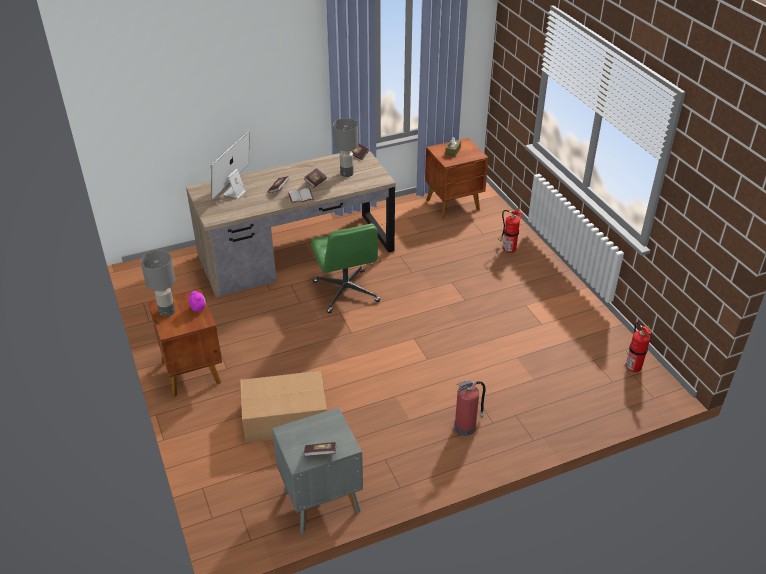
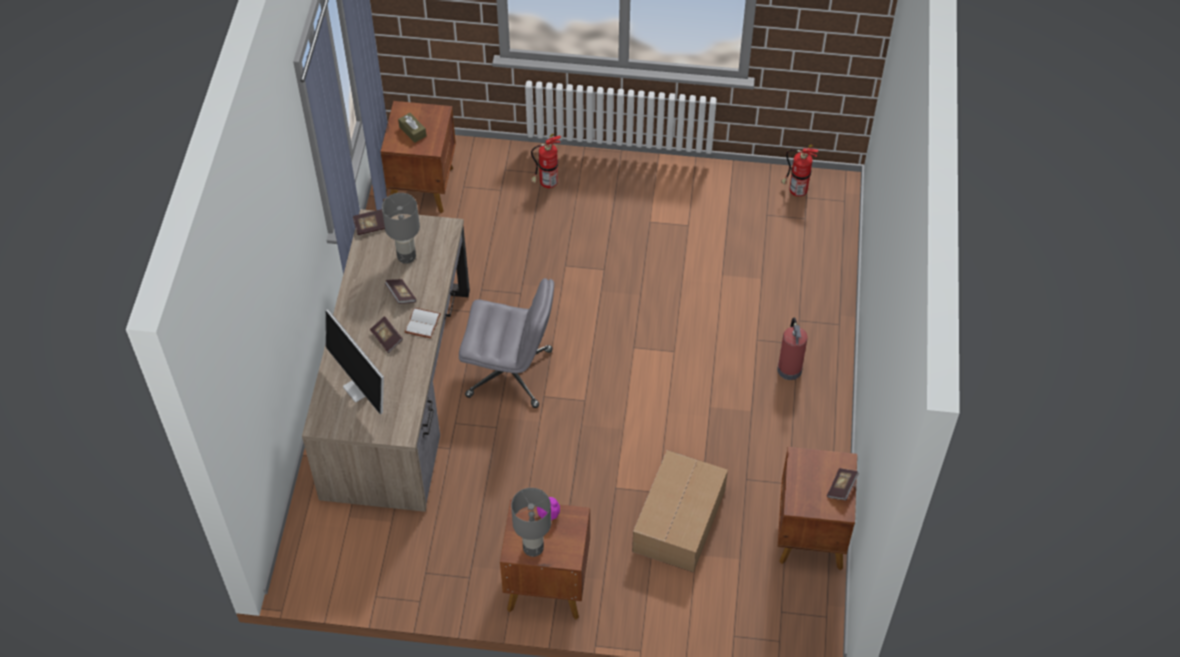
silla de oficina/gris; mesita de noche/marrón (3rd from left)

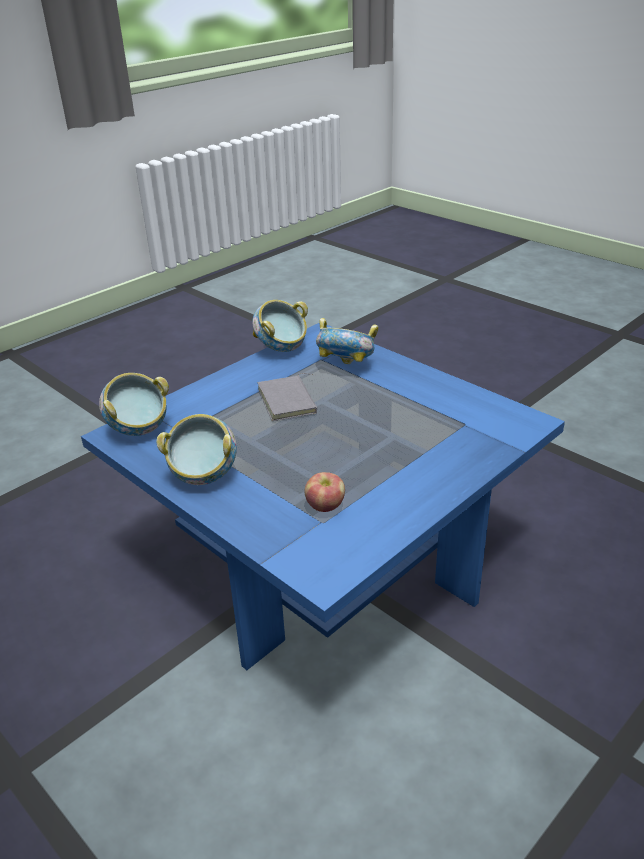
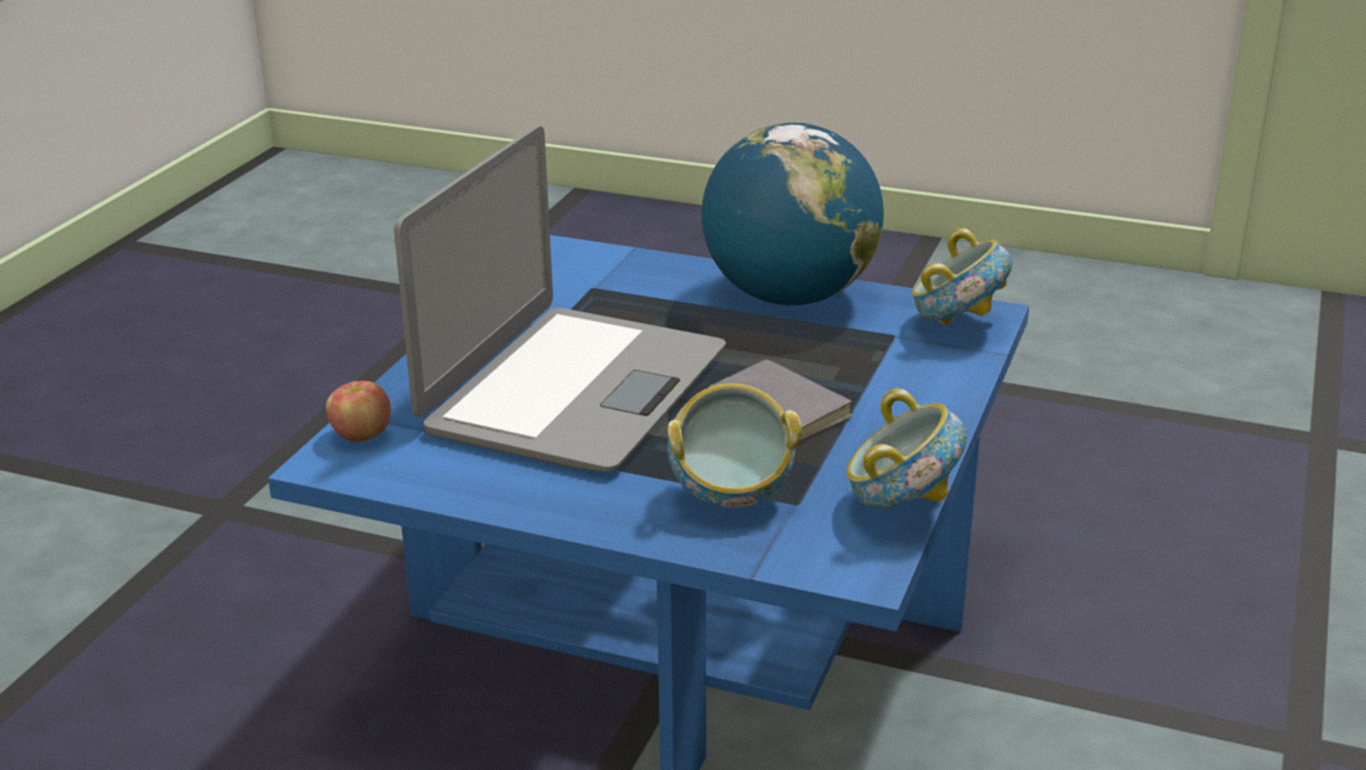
manzana; portátil; globo terráqueo

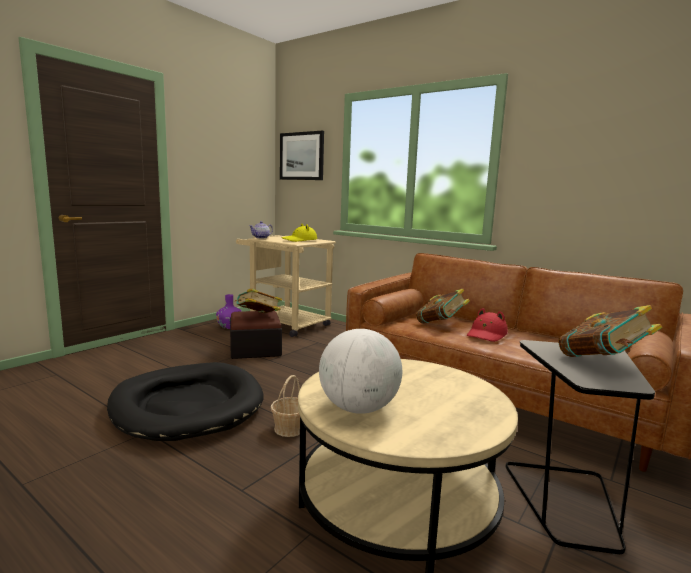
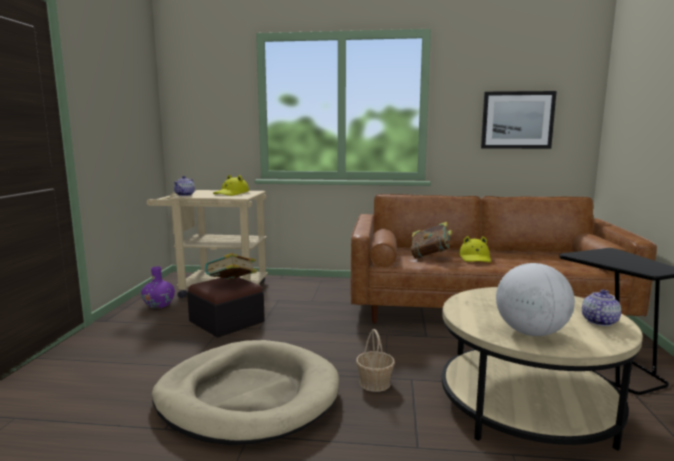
cama para perro/beis; sombrero/amarillo (2nd from left); cuadro; tetera (2nd from left); libro (3rd from left in the first image)

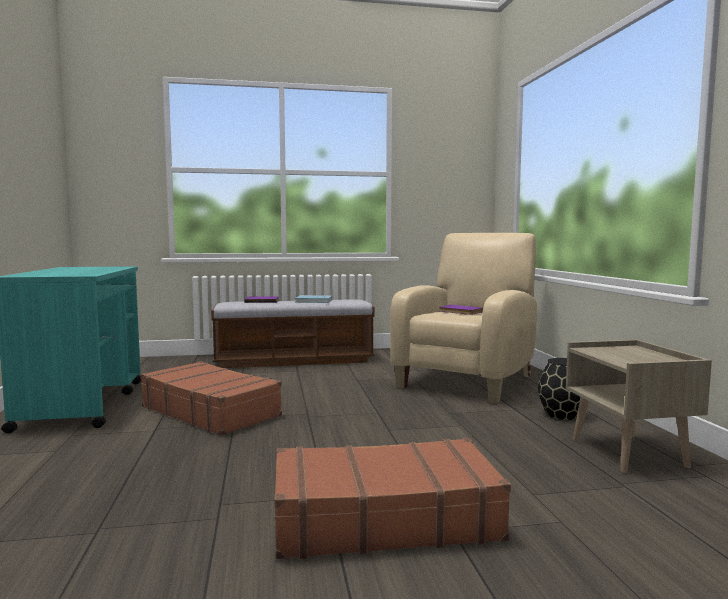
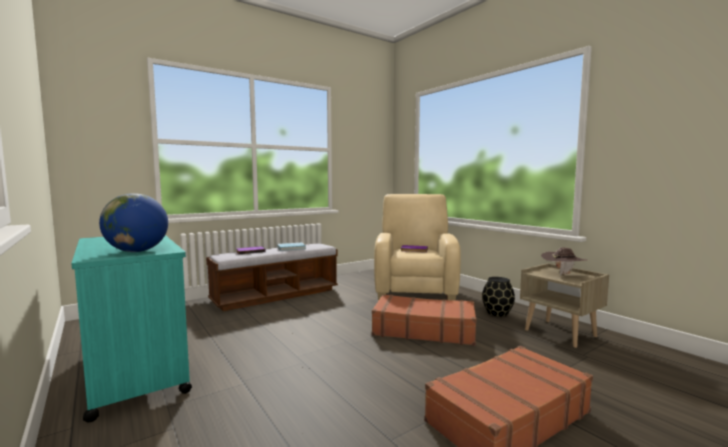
globo terráqueo; maleta/marrón (1st from left); sombrero/marrón

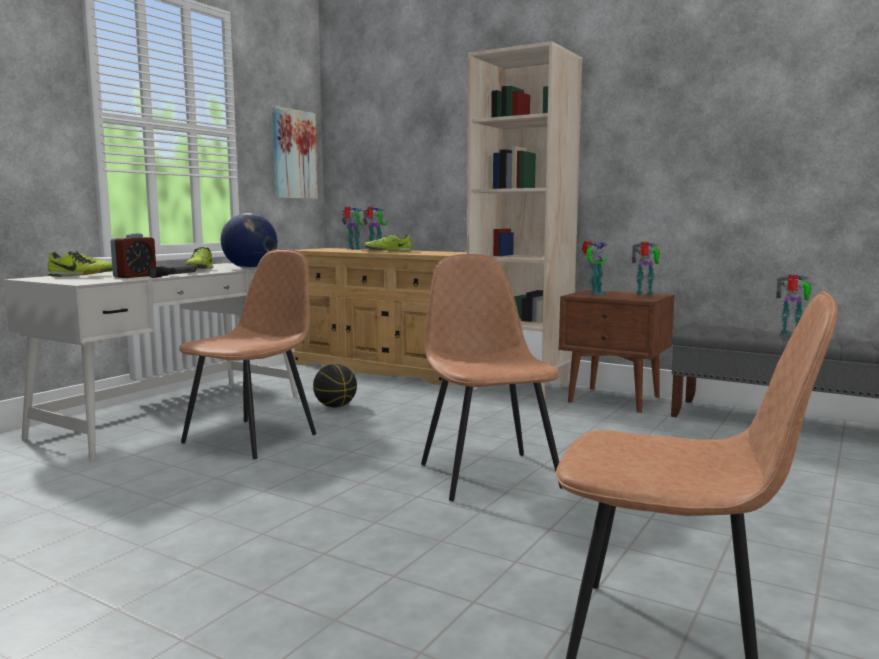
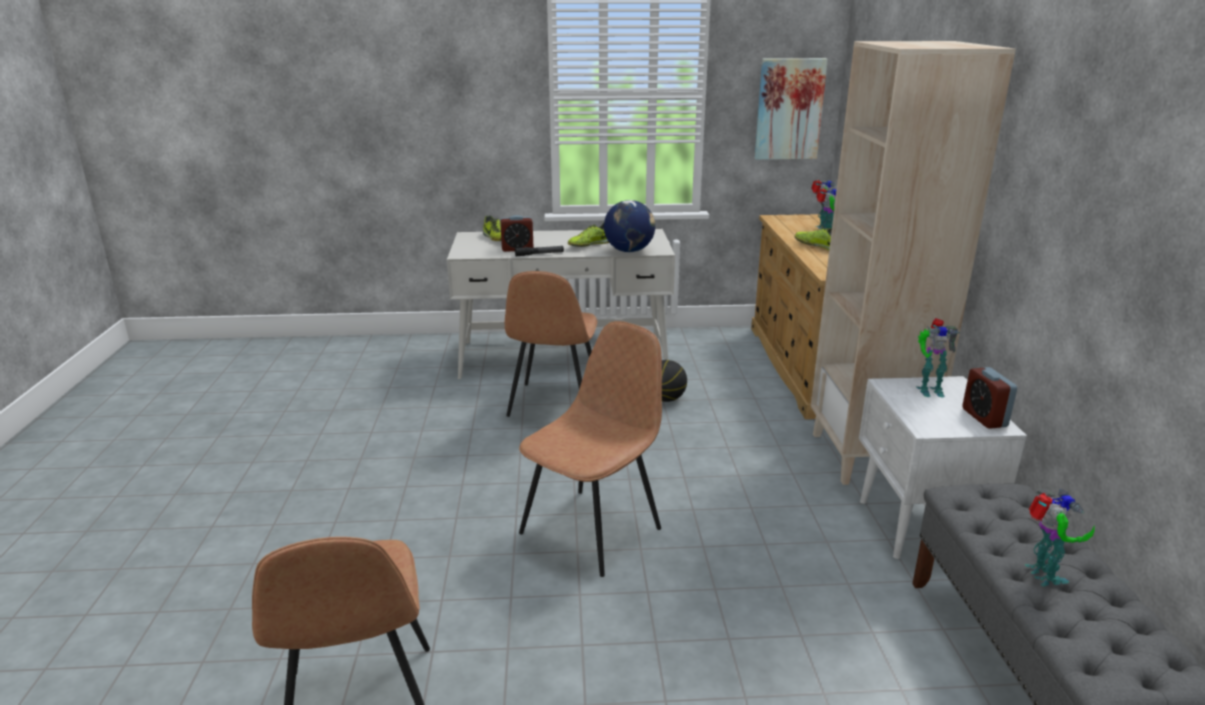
silla/marrón (2nd from left); mesita de noche/blanco; despertador (2nd from left)

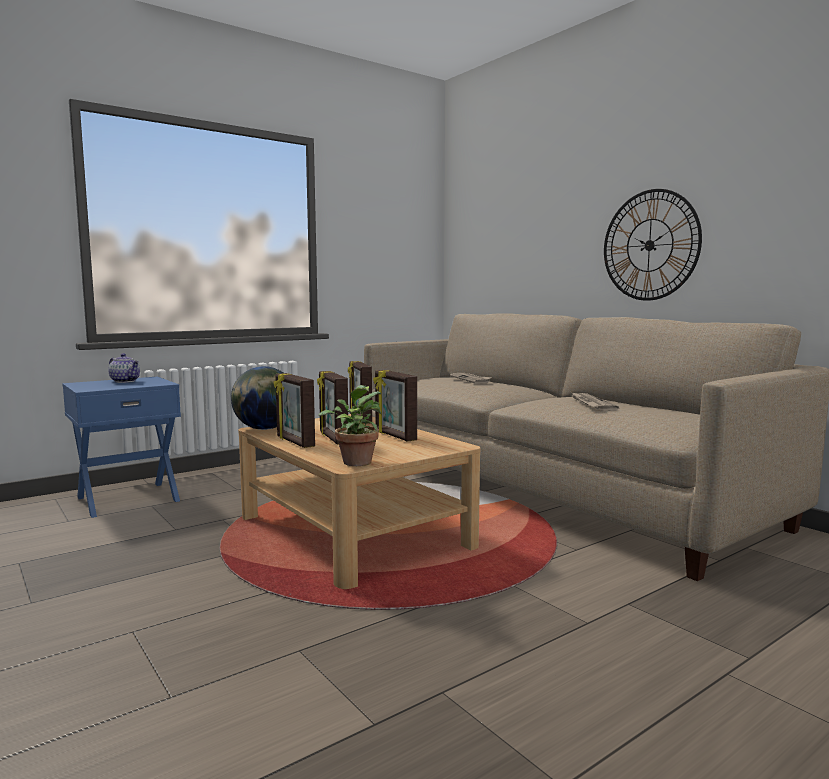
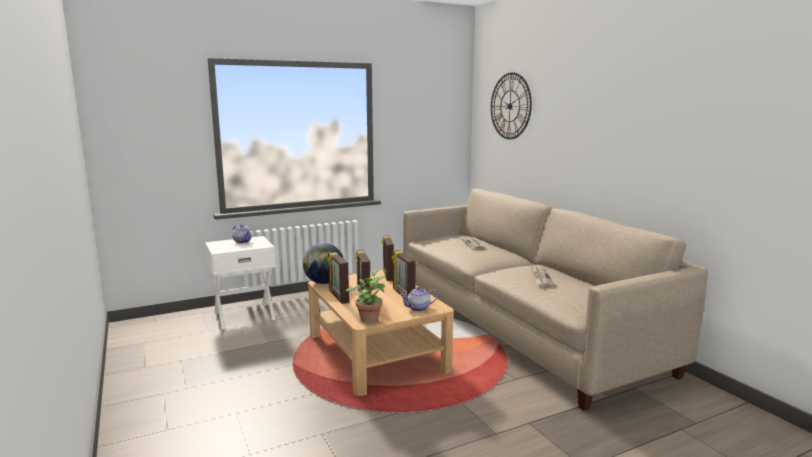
mesita de noche/blanco; tetera (2nd from left); reloj de pared

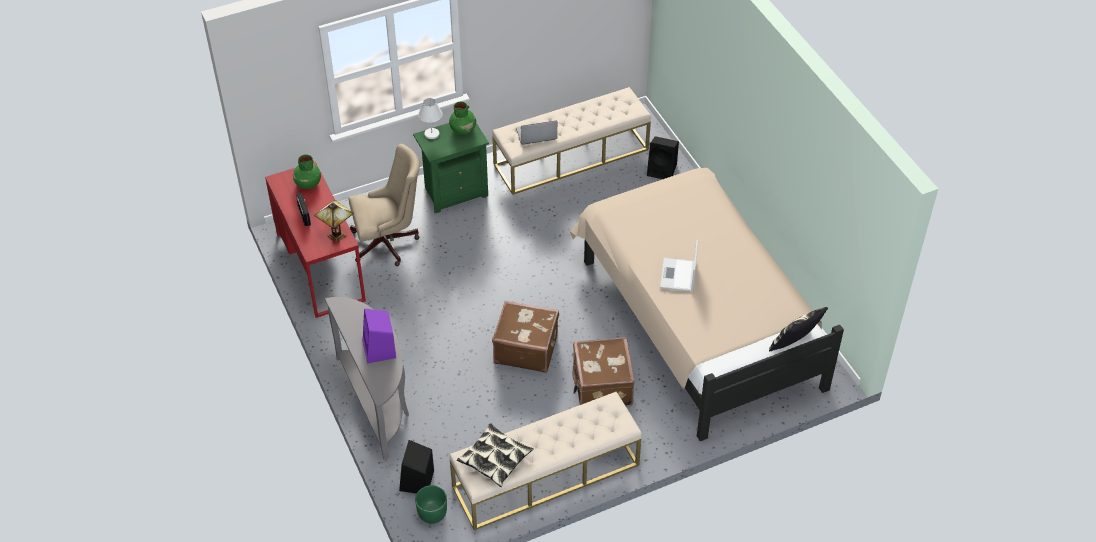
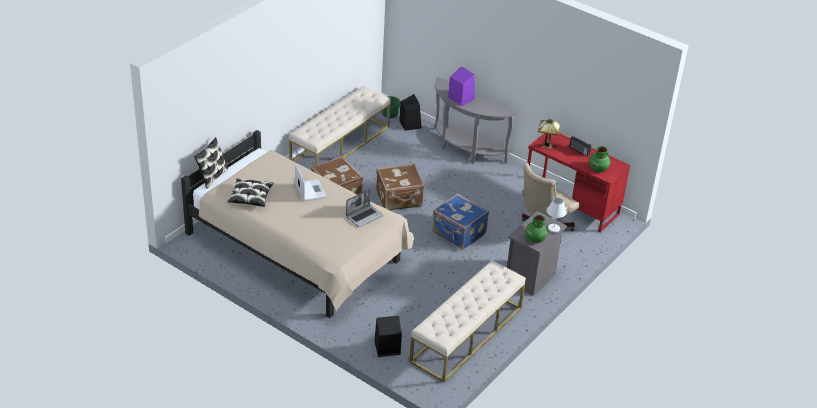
cojín (2nd from left); portátil (2nd from left); maleta/azul; mesita de noche/gris

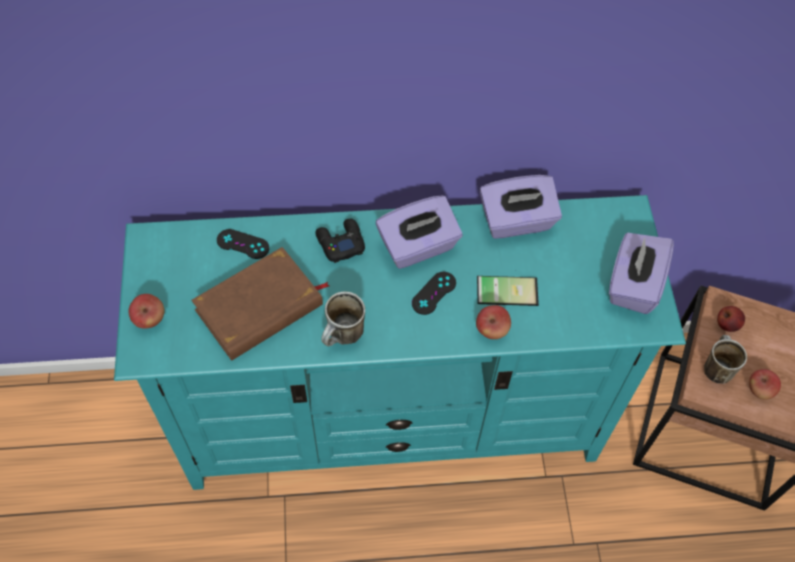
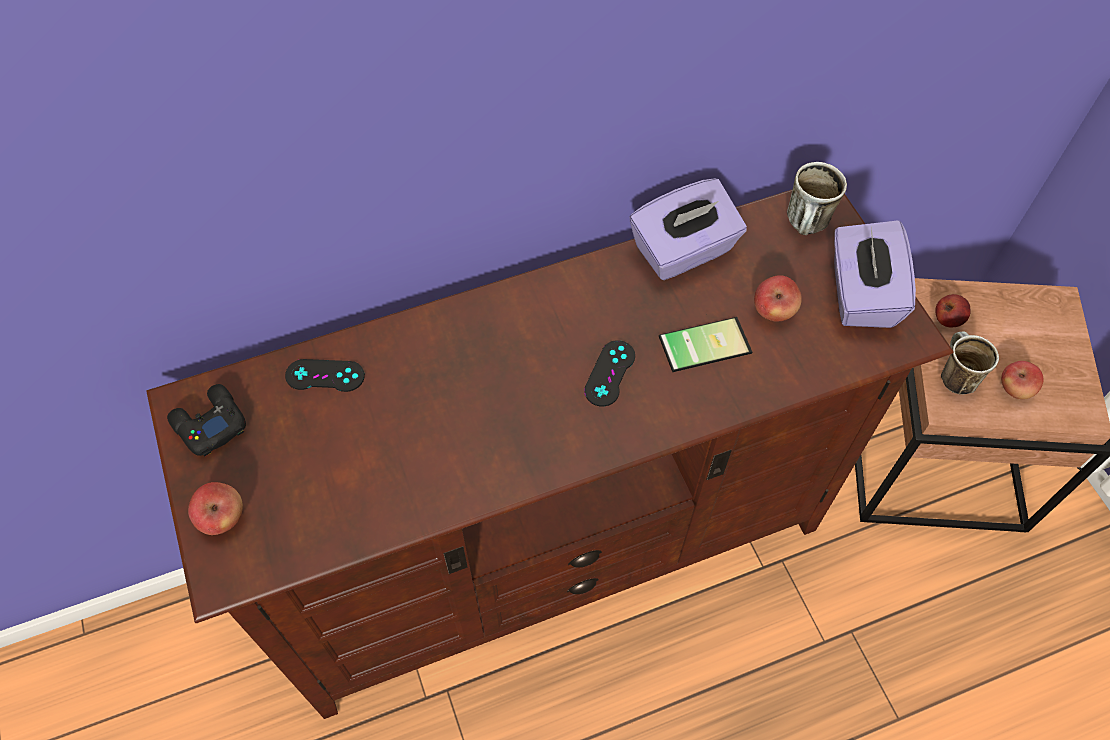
mueble de televisión/marrón; mando de consola/negro (1st from left); manzana (2nd from left); taza grande (1st from left); libro/marrón; caja de pañuelos/morado (1st from left in the first image)

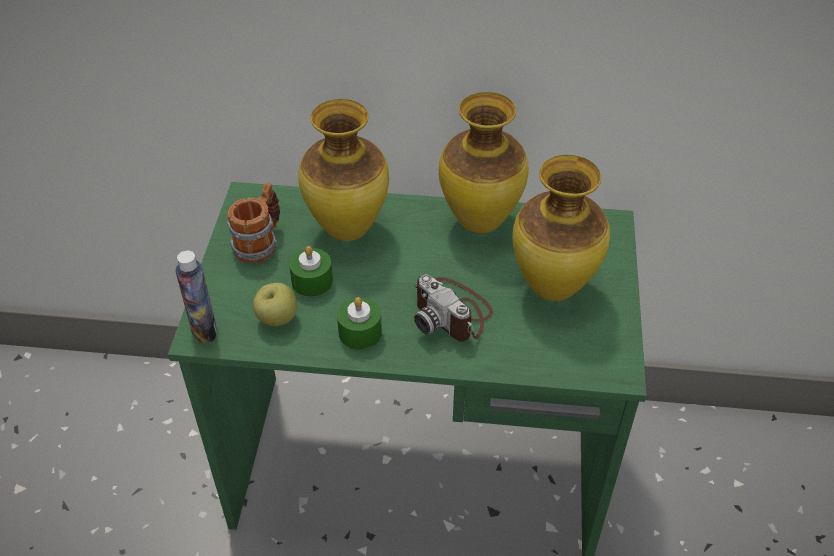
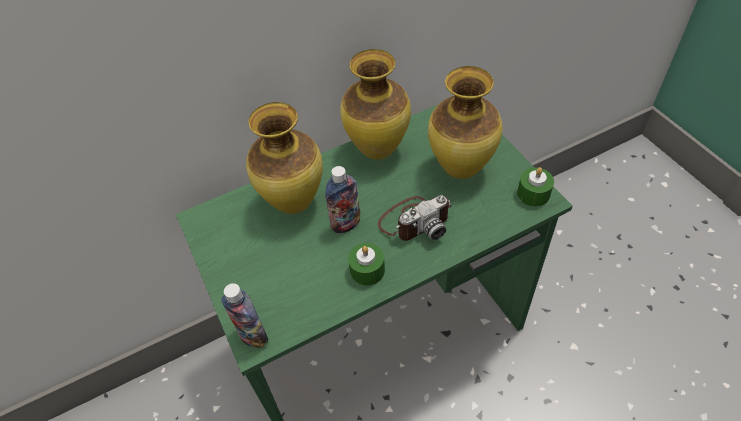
botella (2nd from left); cámara; vela/verde (2nd from left); taza grande; manzana

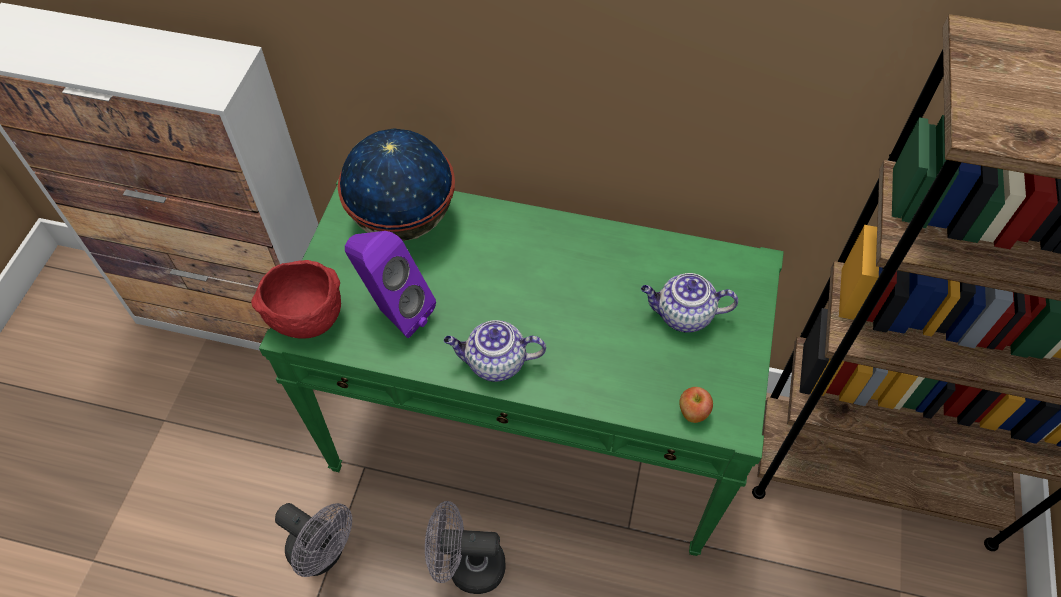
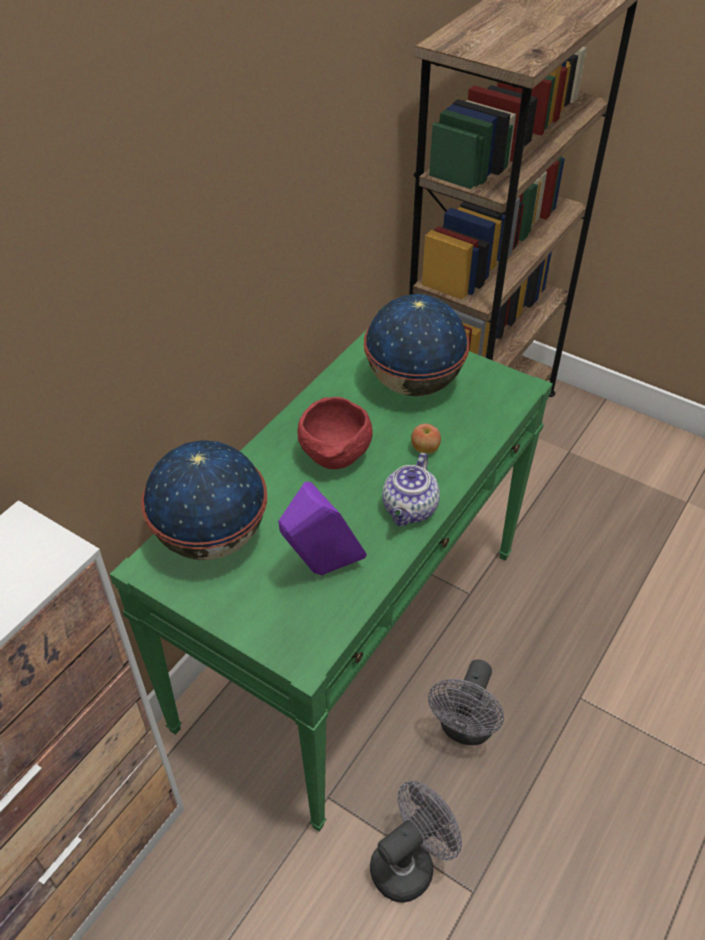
cuenco/rojo; globo terráqueo (2nd from left); manzana

